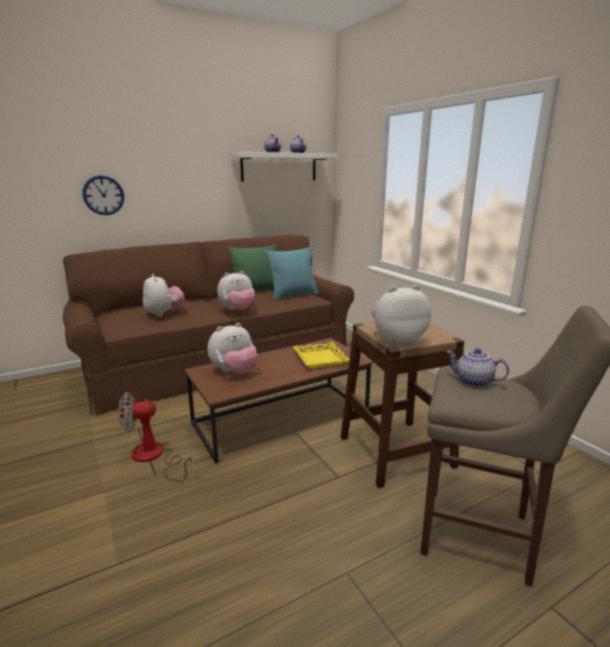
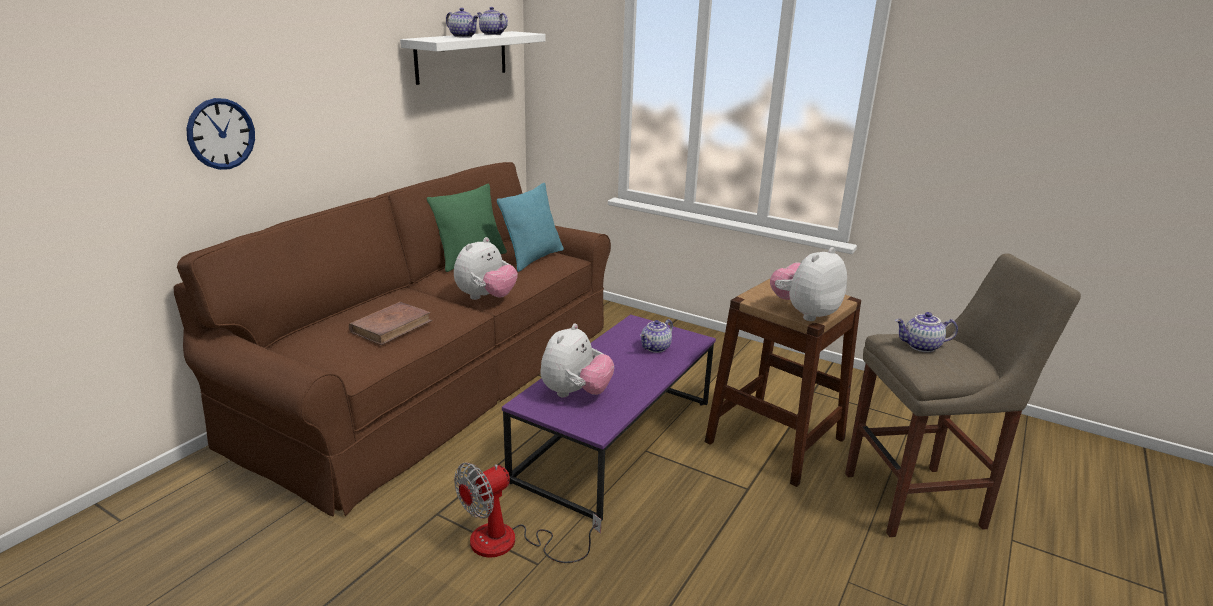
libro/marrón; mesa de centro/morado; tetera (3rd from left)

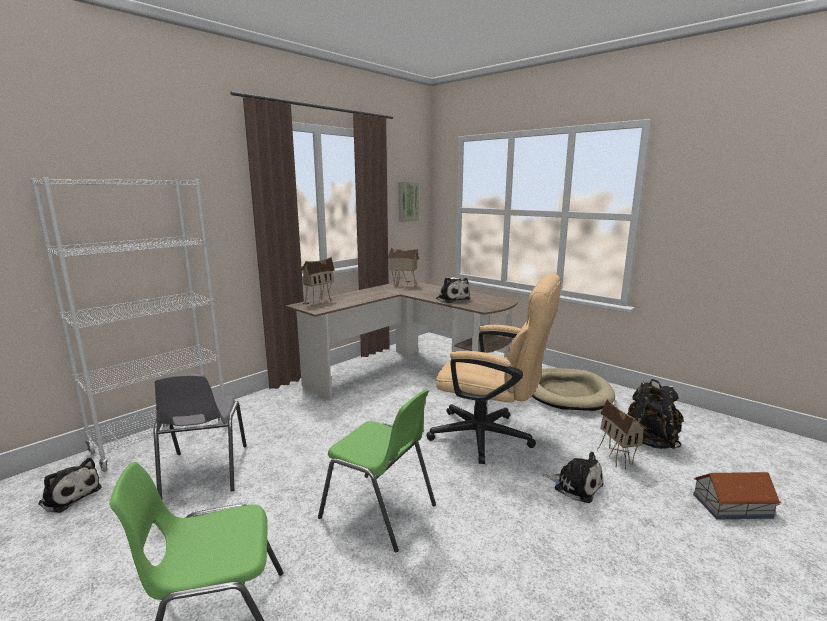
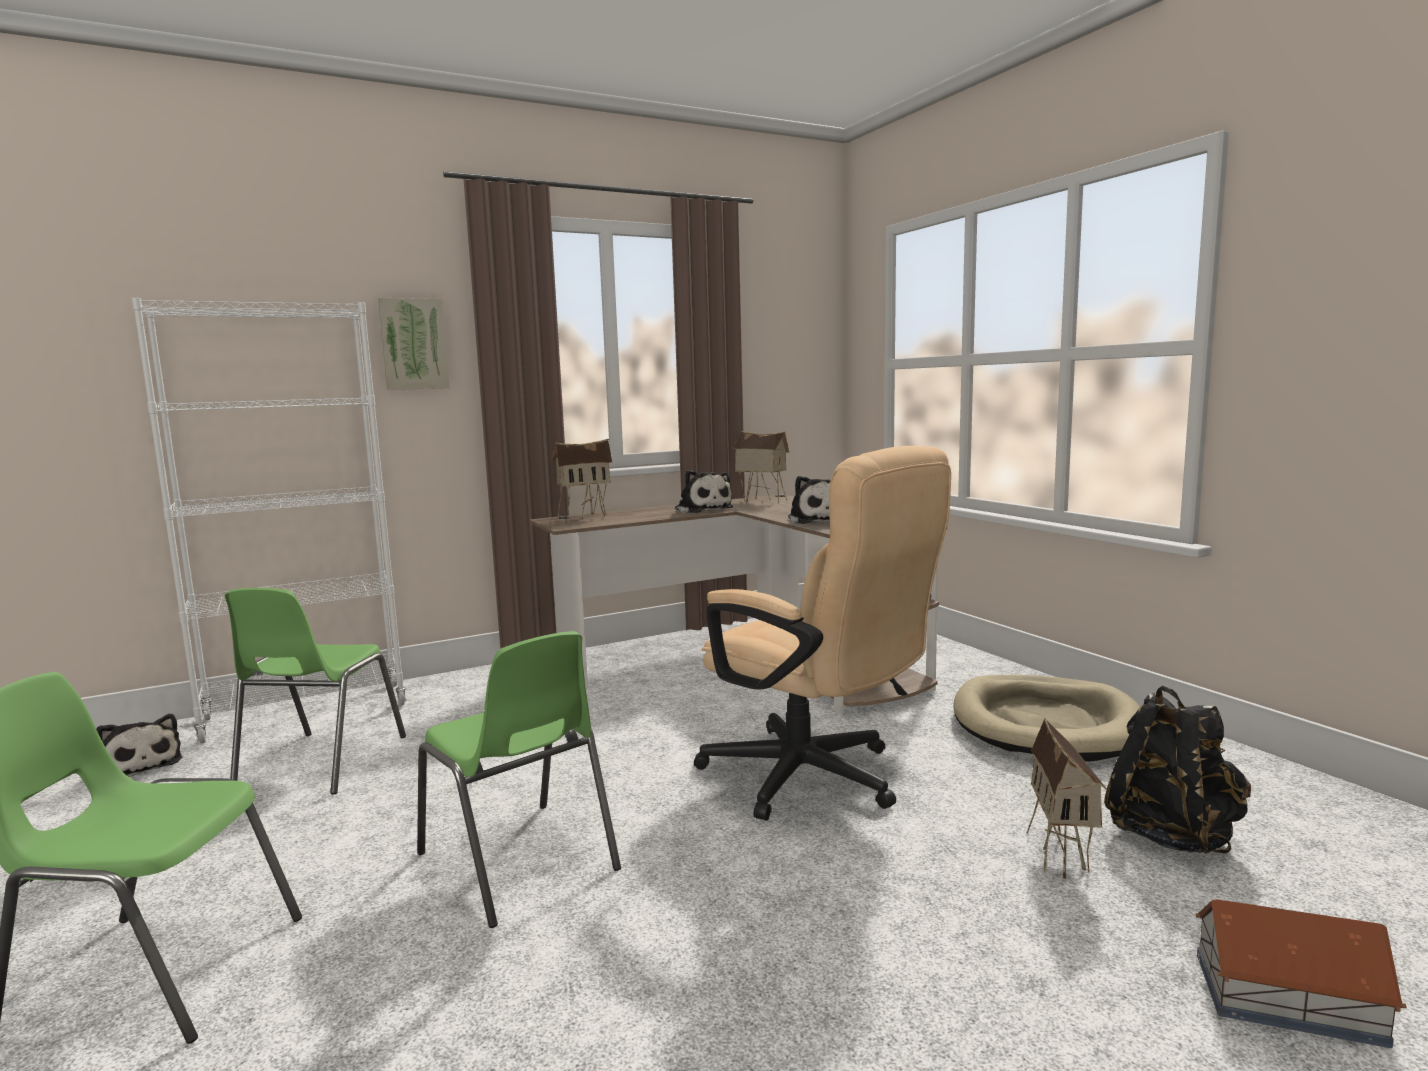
silla/verde (2nd from left); cuadro; peluche (2nd from left)

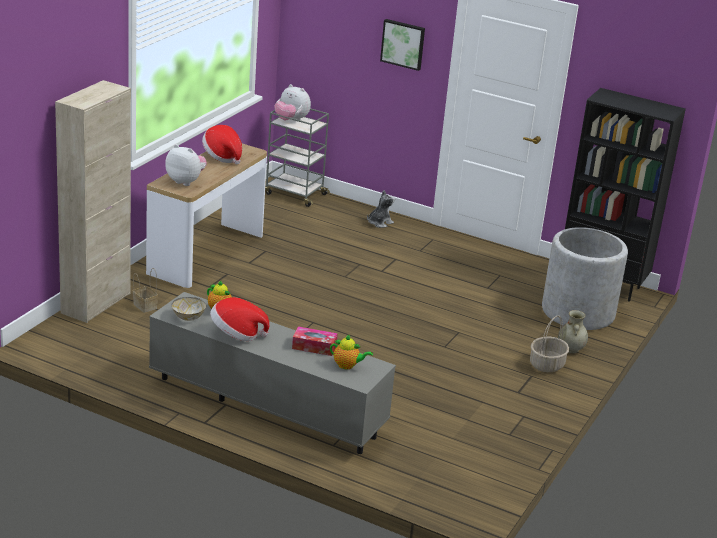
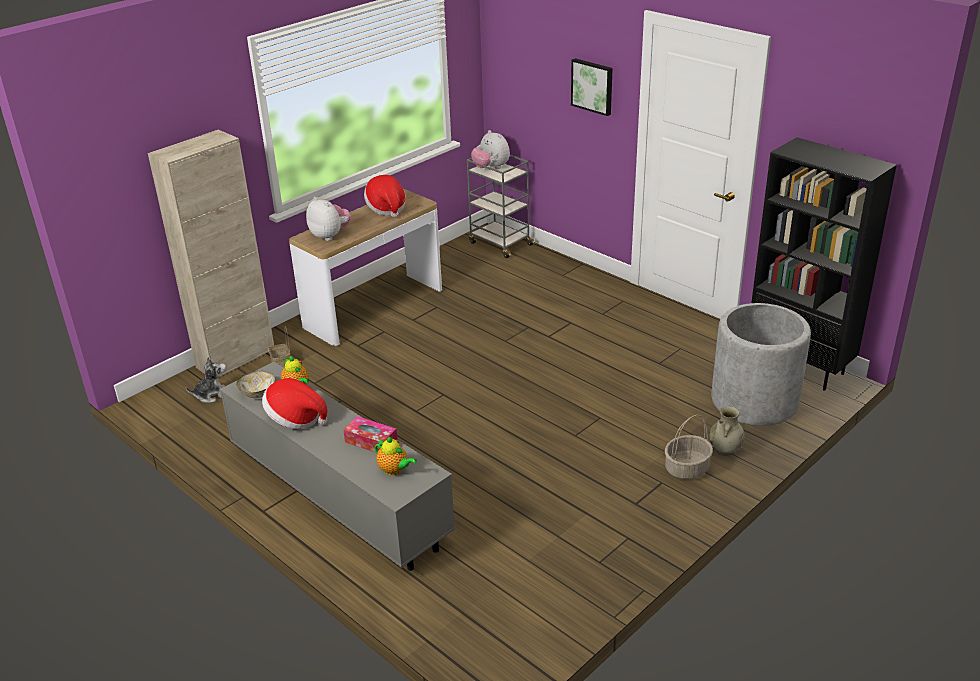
peluche (1st from left)

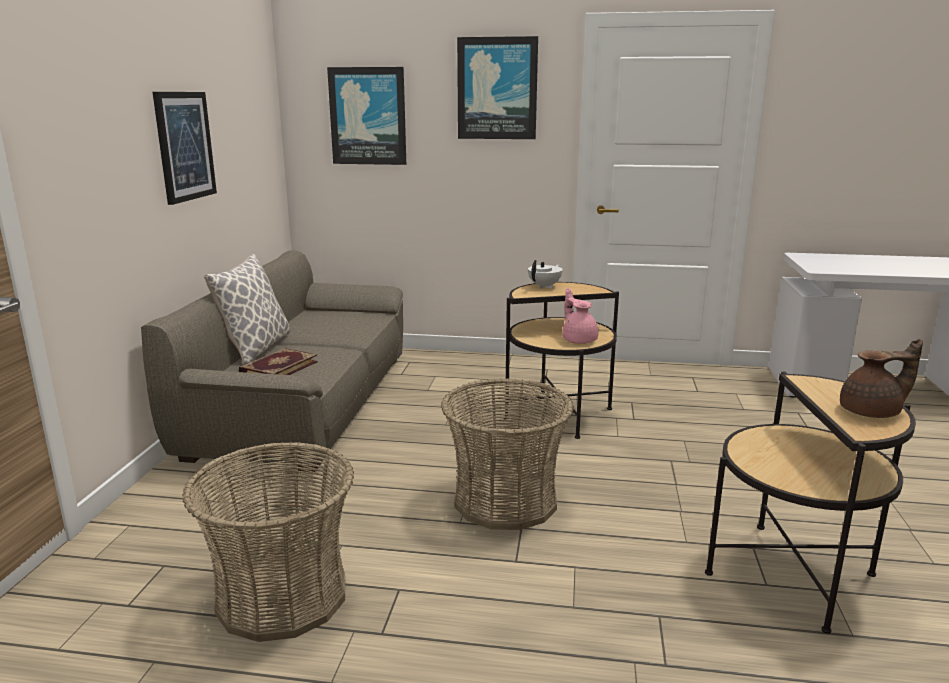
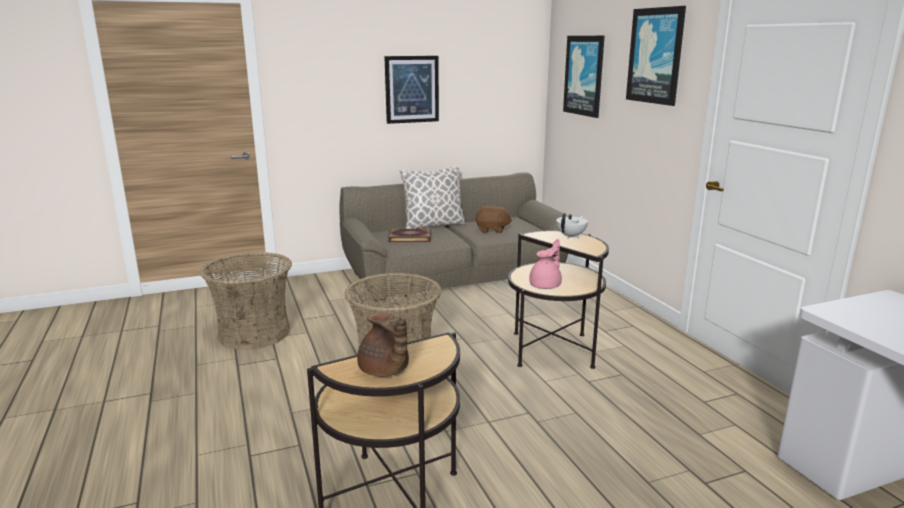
peluche/marrón; tetera/blanco

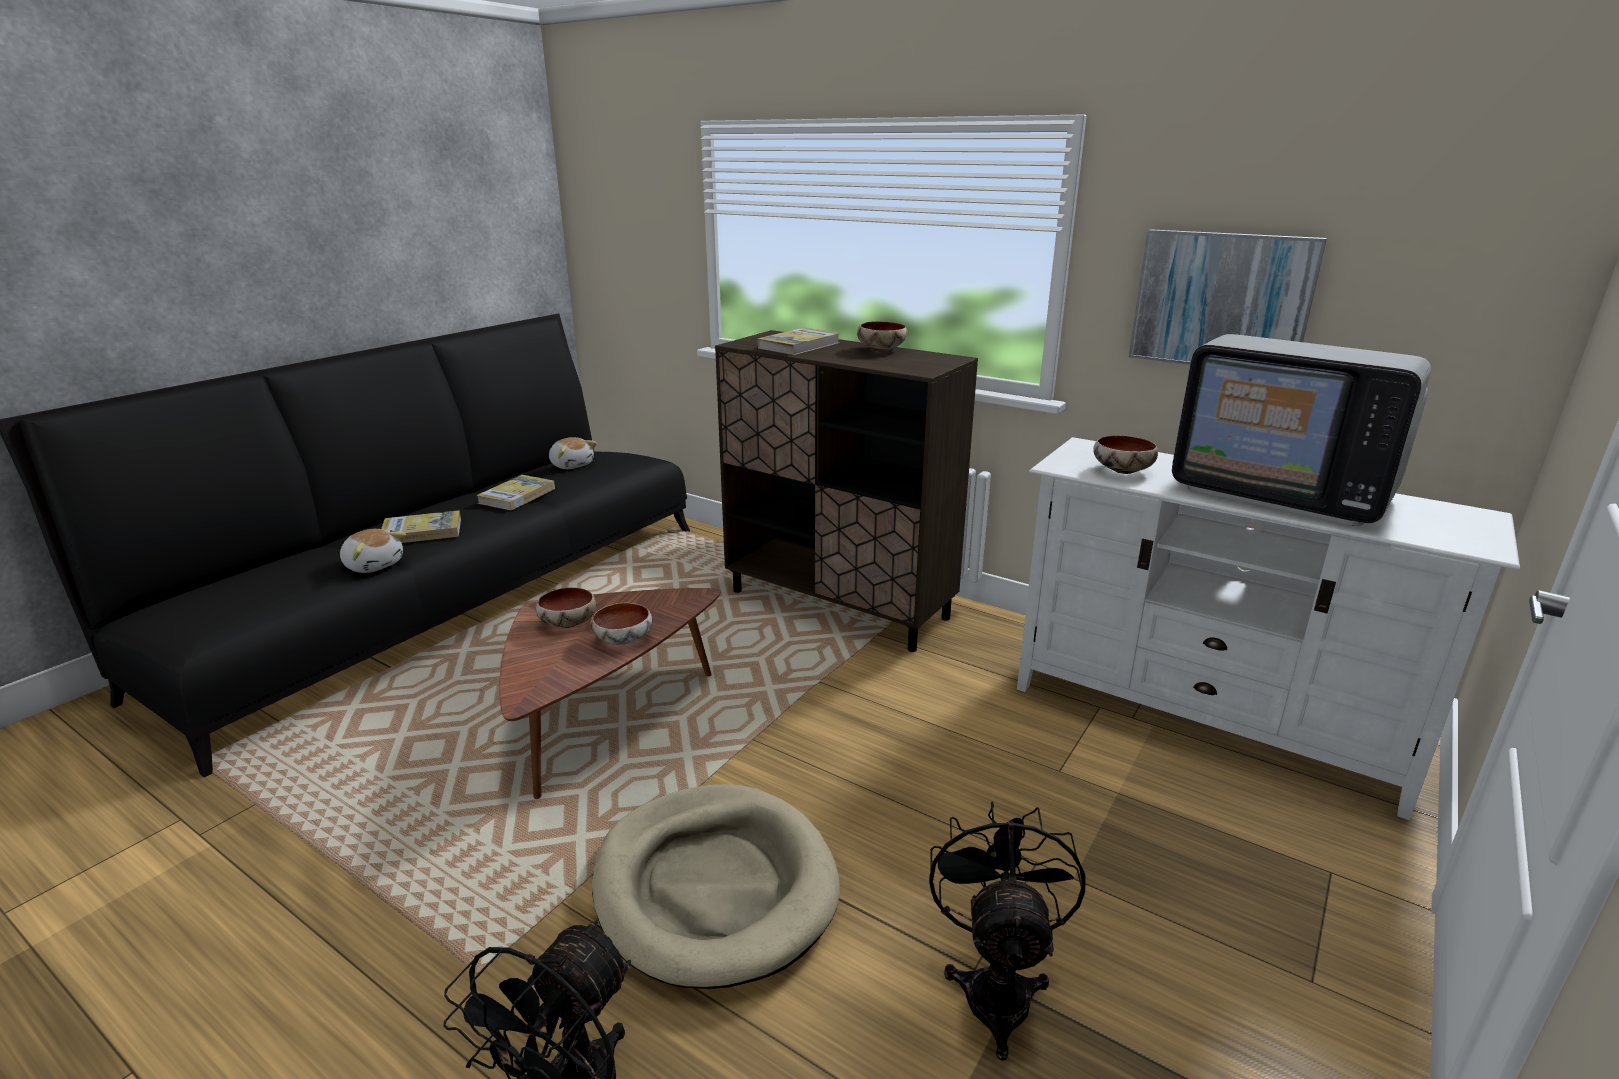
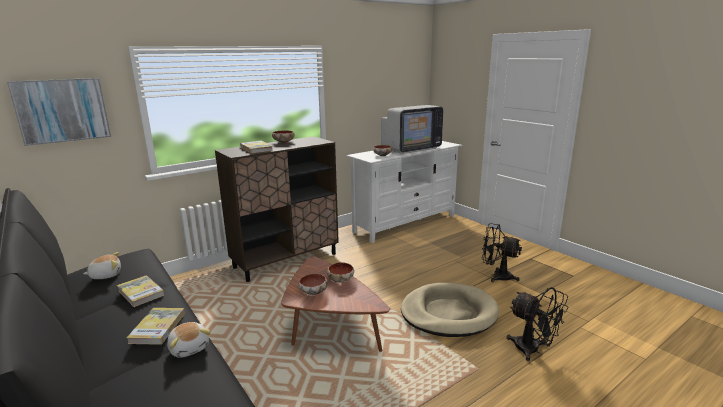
cuadro; peluche (2nd from left)

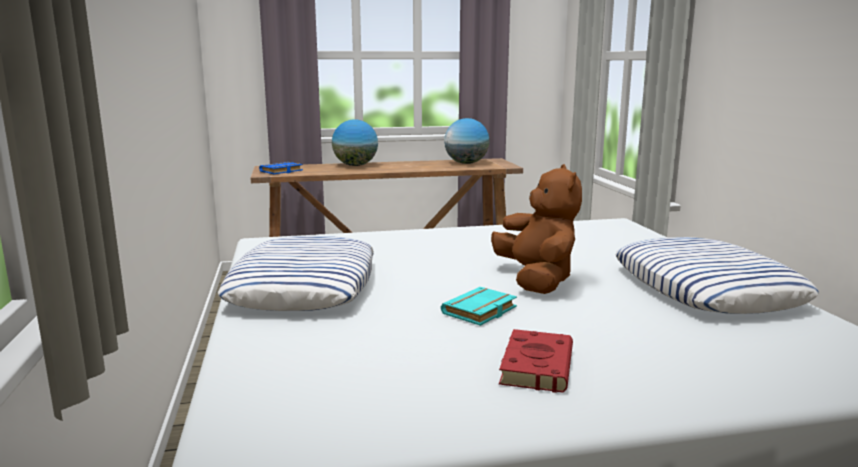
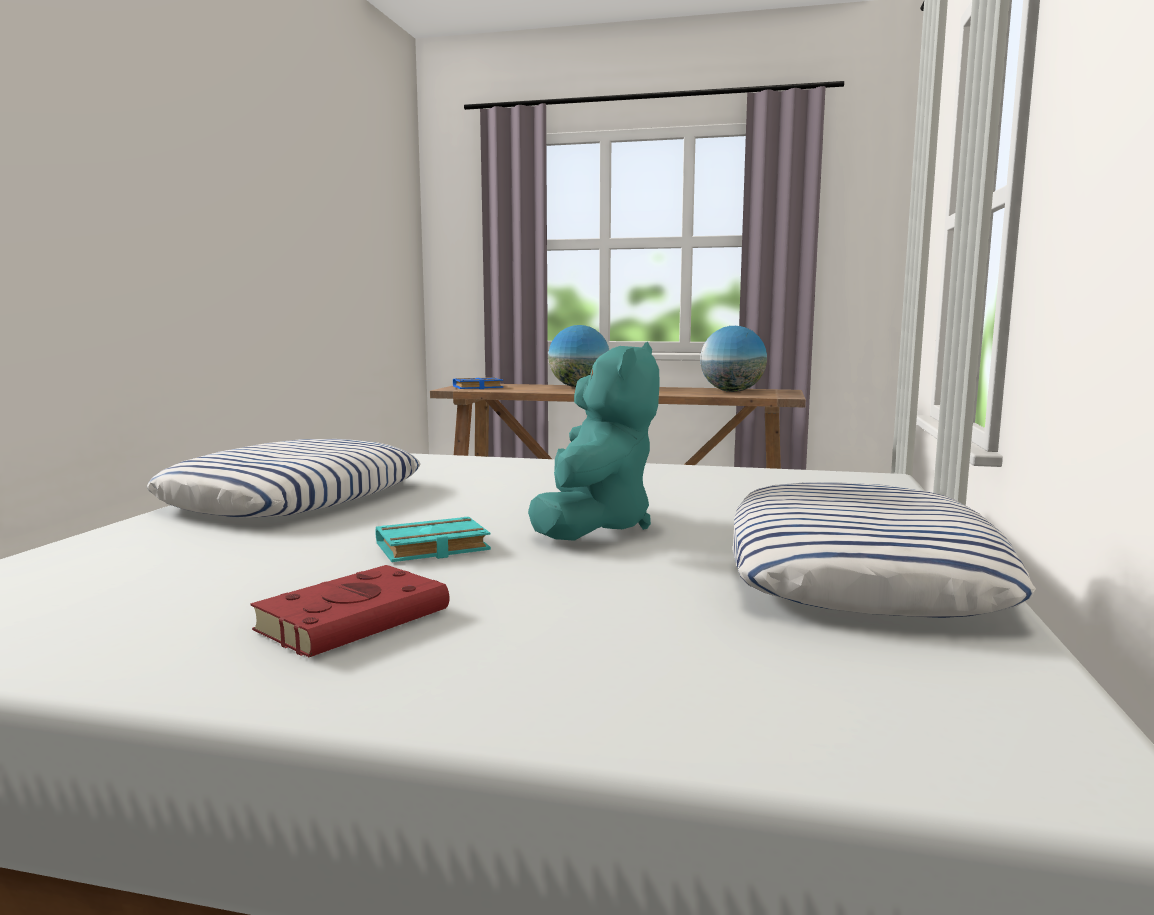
peluche/turquesa

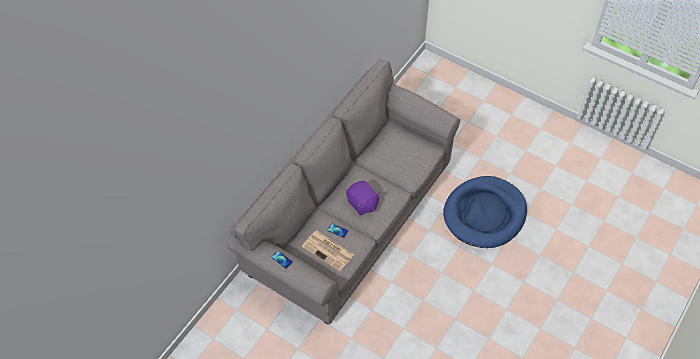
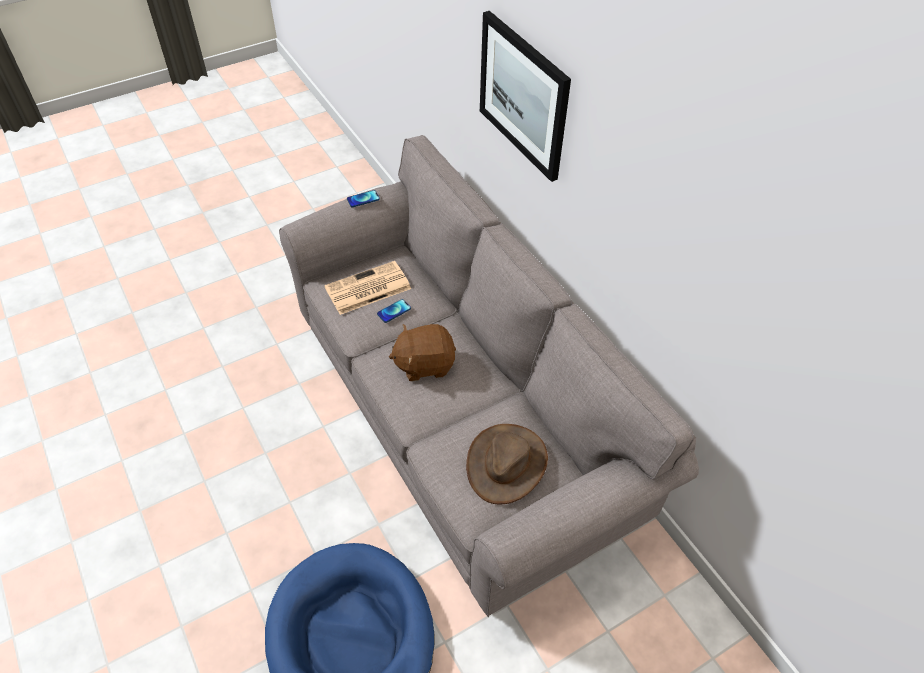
peluche/marrón; sombrero/marrón; cuadro

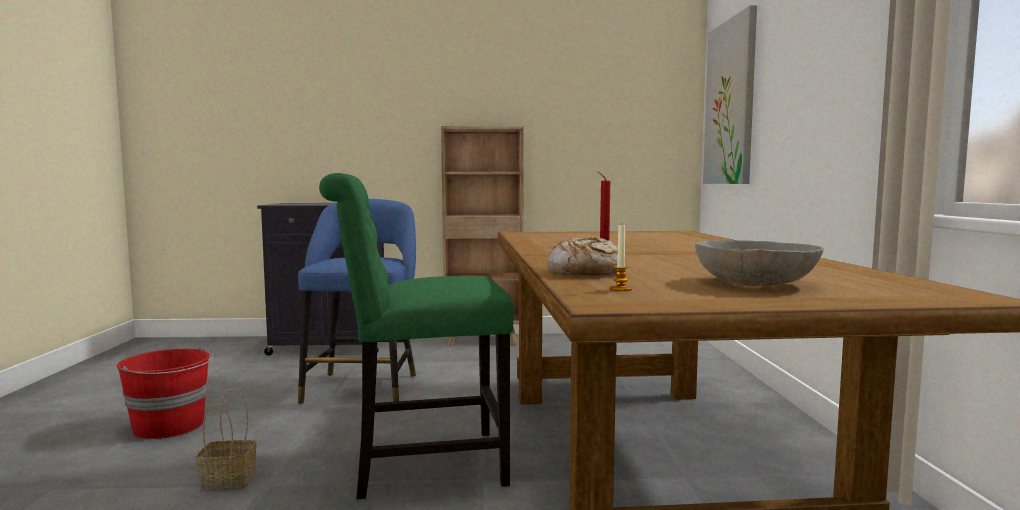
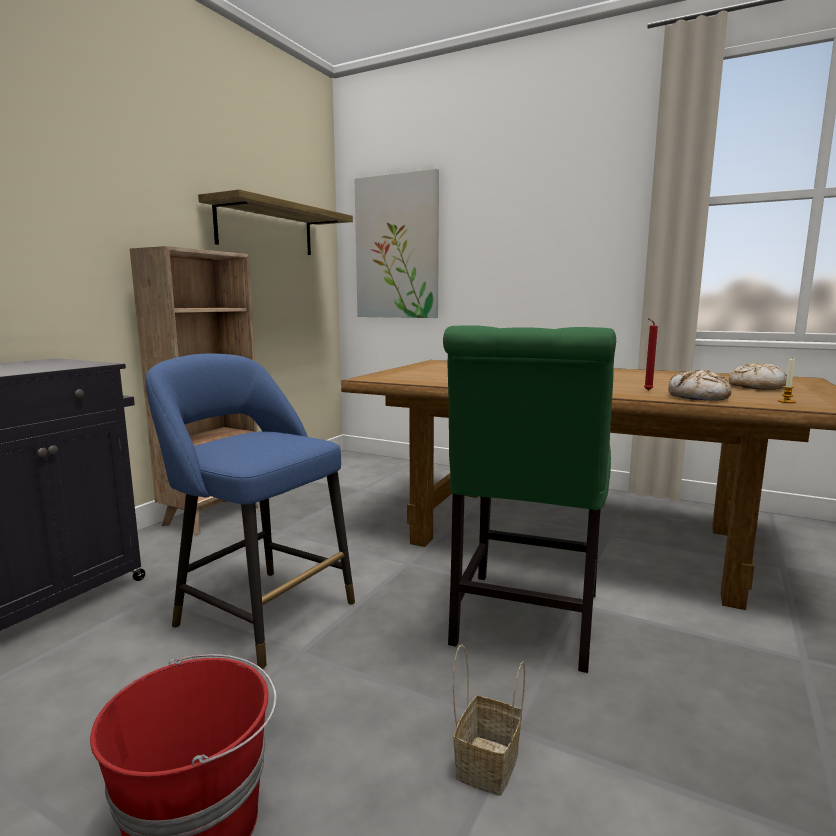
estante; pan (2nd from left)

